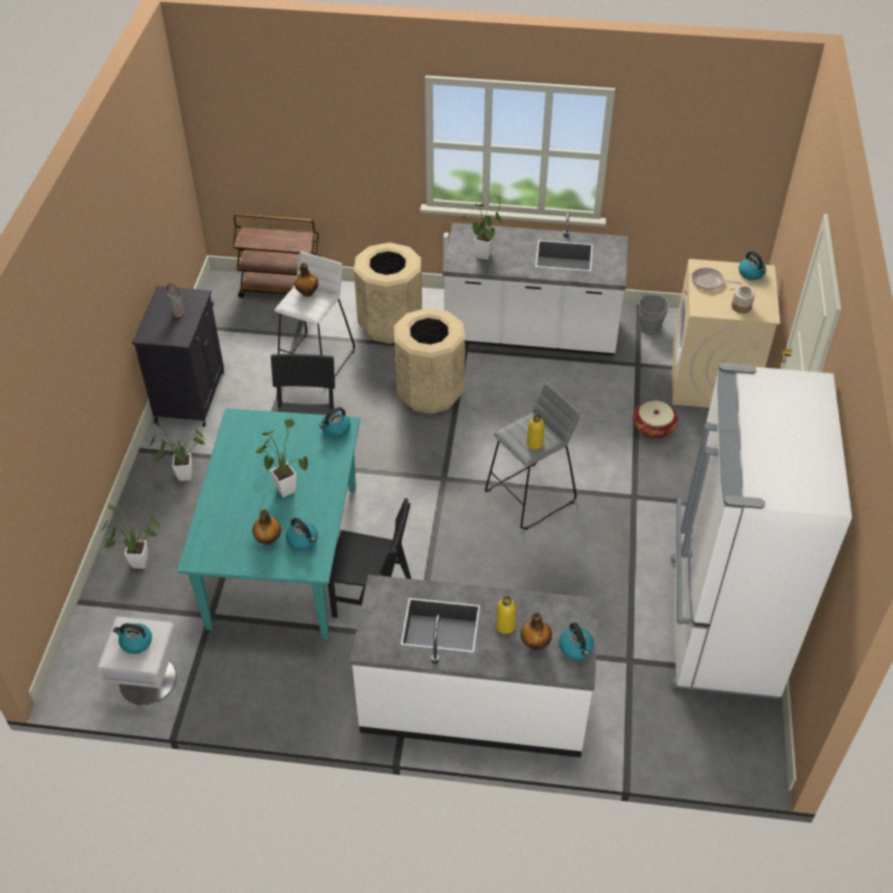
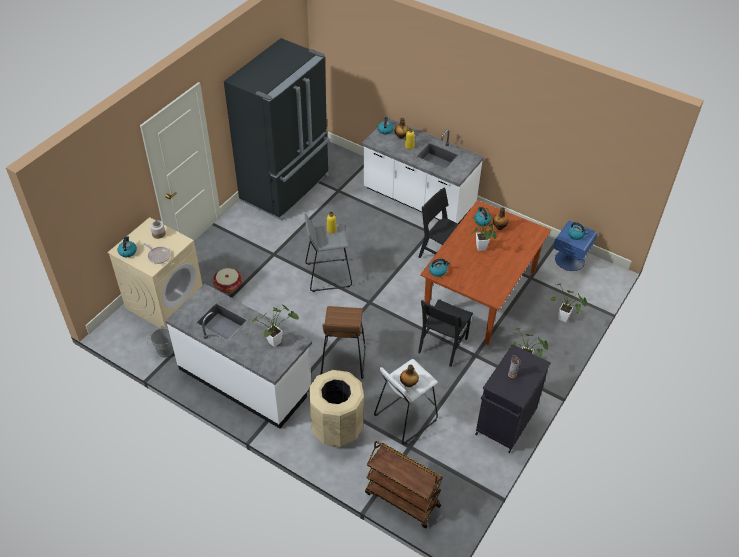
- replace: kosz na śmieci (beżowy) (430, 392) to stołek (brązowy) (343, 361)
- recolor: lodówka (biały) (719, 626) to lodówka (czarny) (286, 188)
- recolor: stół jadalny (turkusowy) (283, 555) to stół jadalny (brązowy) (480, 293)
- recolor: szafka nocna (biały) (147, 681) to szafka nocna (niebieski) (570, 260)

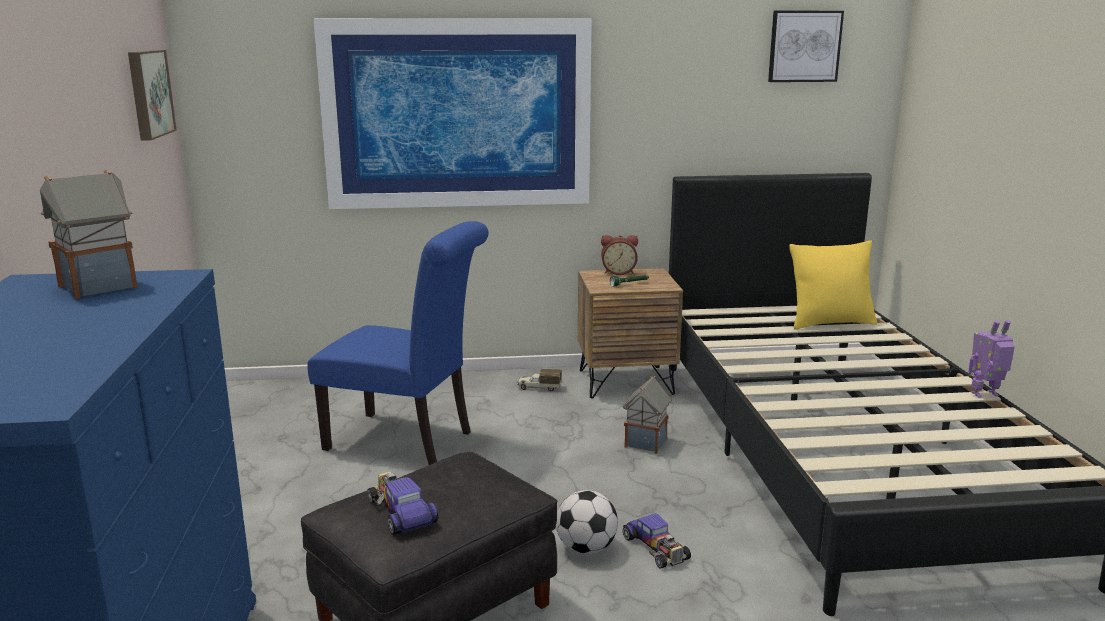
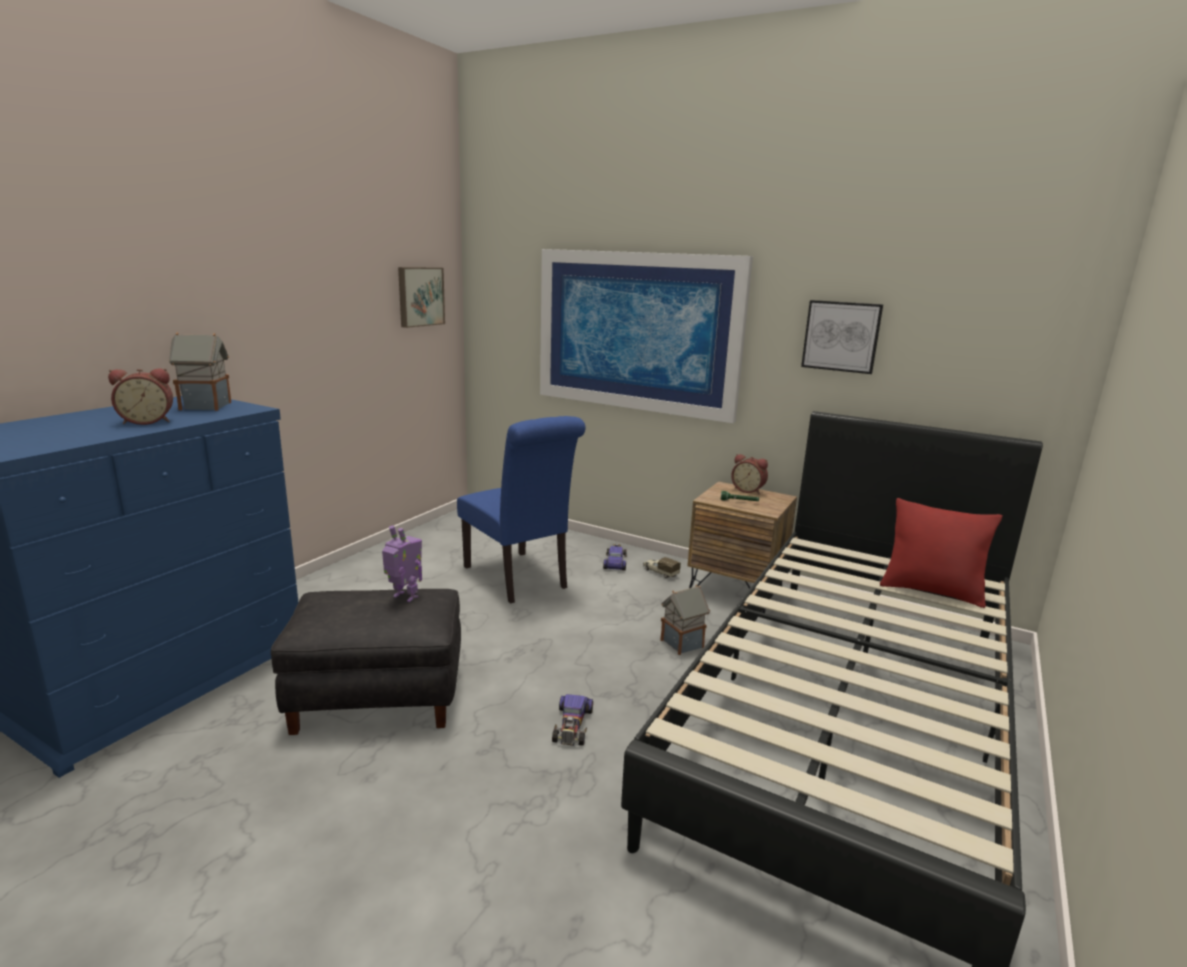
- move: obraz (804, 46) to (841, 336)
- recolor: poduszka (żółty) (830, 323) to poduszka (czerwony) (931, 591)
- move: robot zabawkowy (985, 394) to (404, 597)
- move: samochodzik (401, 512) to (615, 562)
- delete: piłka futbolowa (586, 548)
- insert: budzik (147, 421)

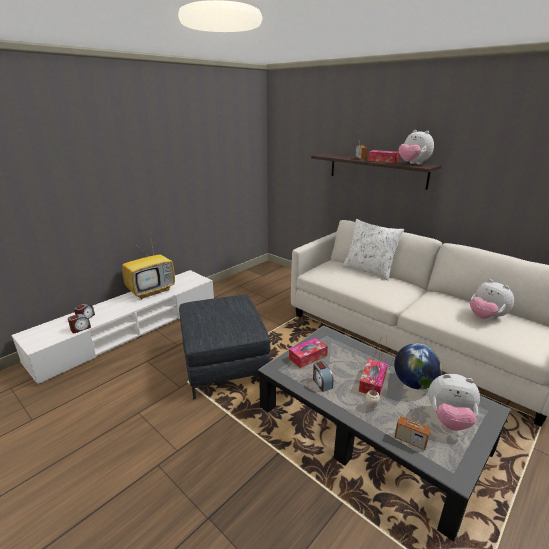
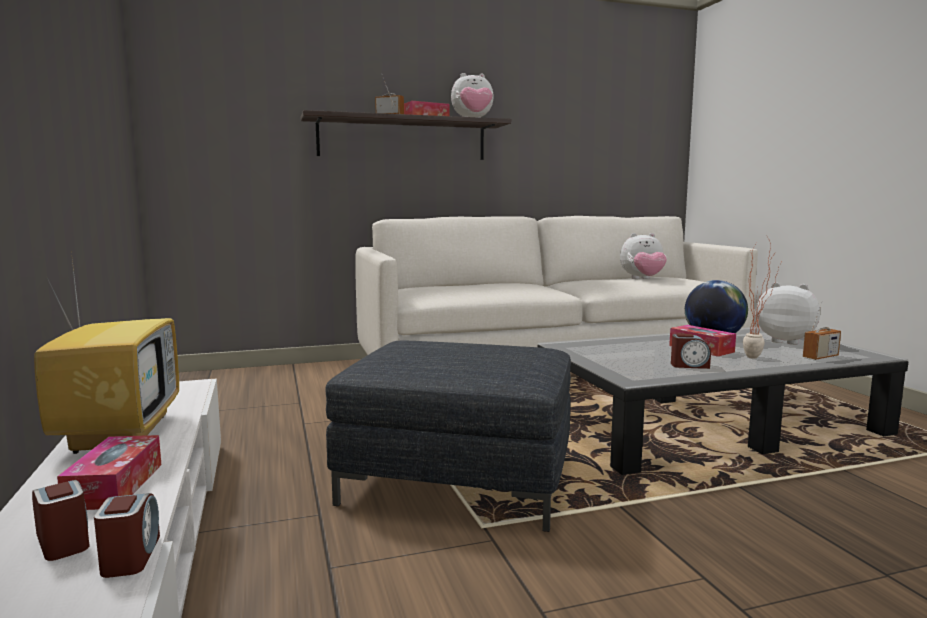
- delete: poduszka (biały) (369, 270)
- move: pudełko chusteczek (308, 357) to (115, 486)
- rotate: pluszak (449, 419) = (785, 341) 105 degrees counterclockwise

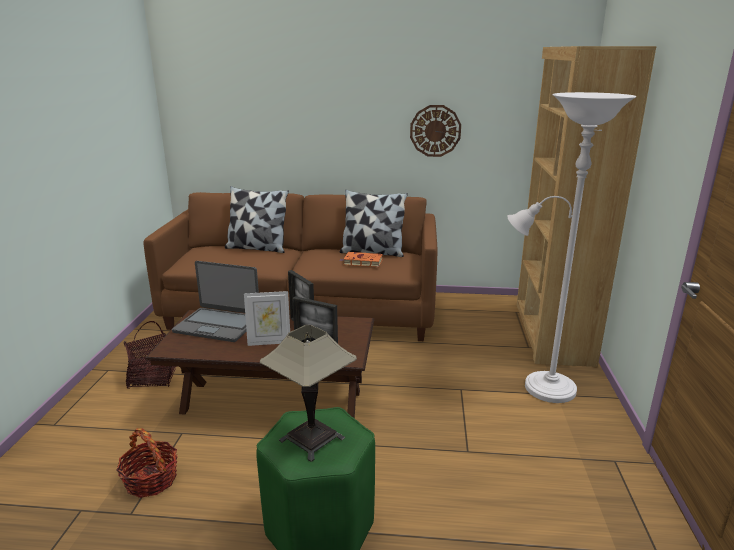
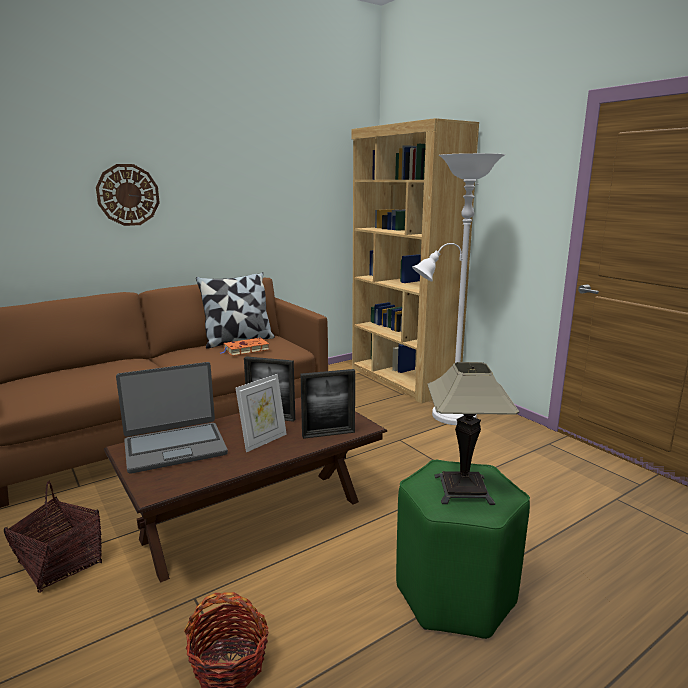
- move: zegar ścienny (435, 131) to (128, 195)
- delete: poduszka (257, 248)

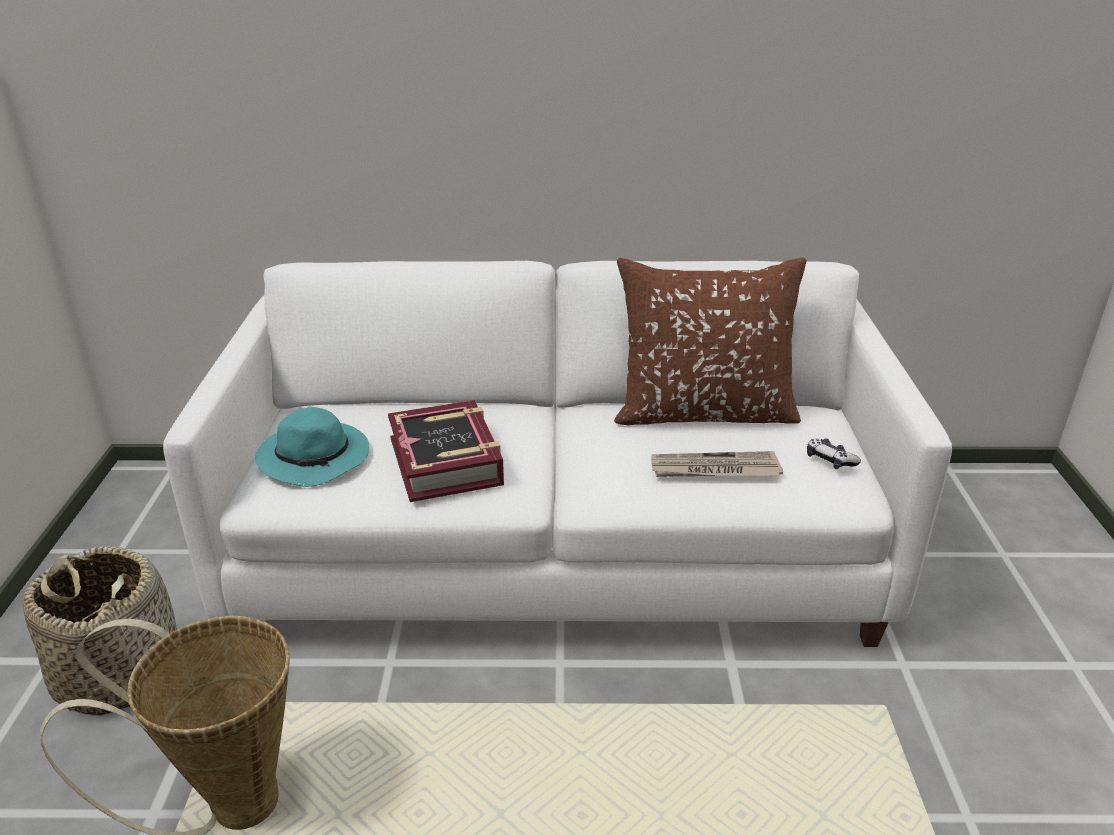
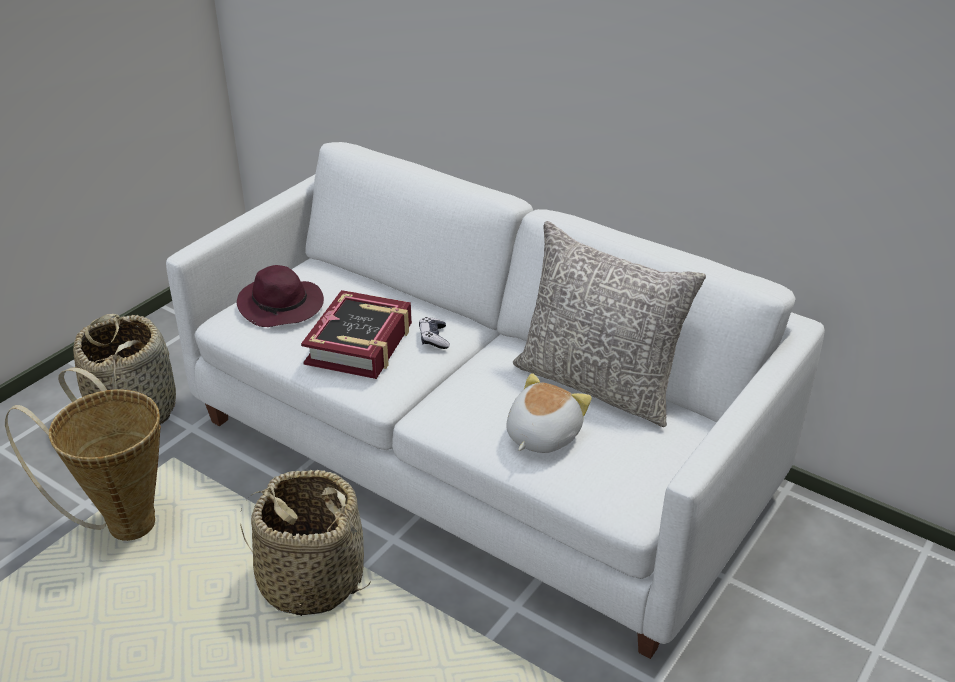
- recolor: poduszka (brązowy) (703, 412) to poduszka (szary) (598, 384)
- recolor: kapelusz (turkusowy) (316, 458) to kapelusz (fioletowy) (282, 306)
- move: pad do gier (830, 460) to (434, 338)
- replace: gazeta (714, 470) to pluszak (541, 435)
- insert: koszyk (311, 579)

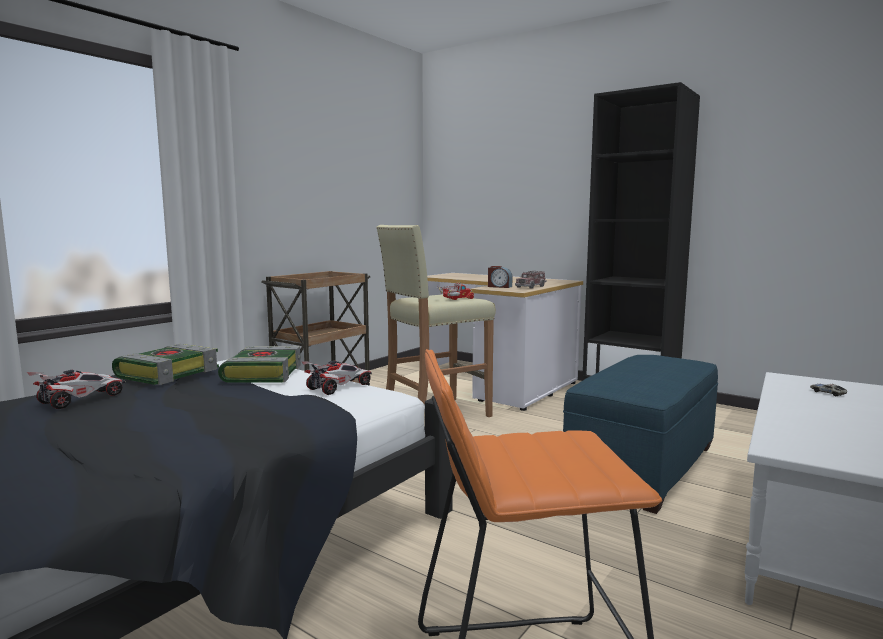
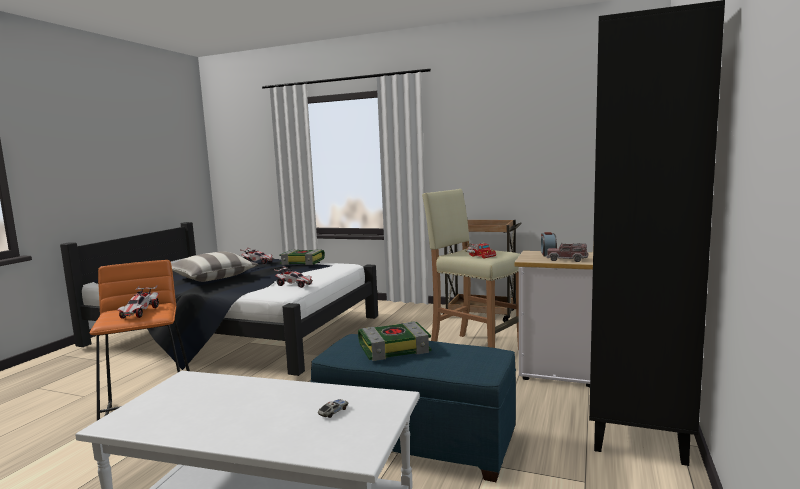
- move: książka (262, 374) to (394, 348)
- insert: poduszka (213, 278)
- insert: samochodzik (140, 312)

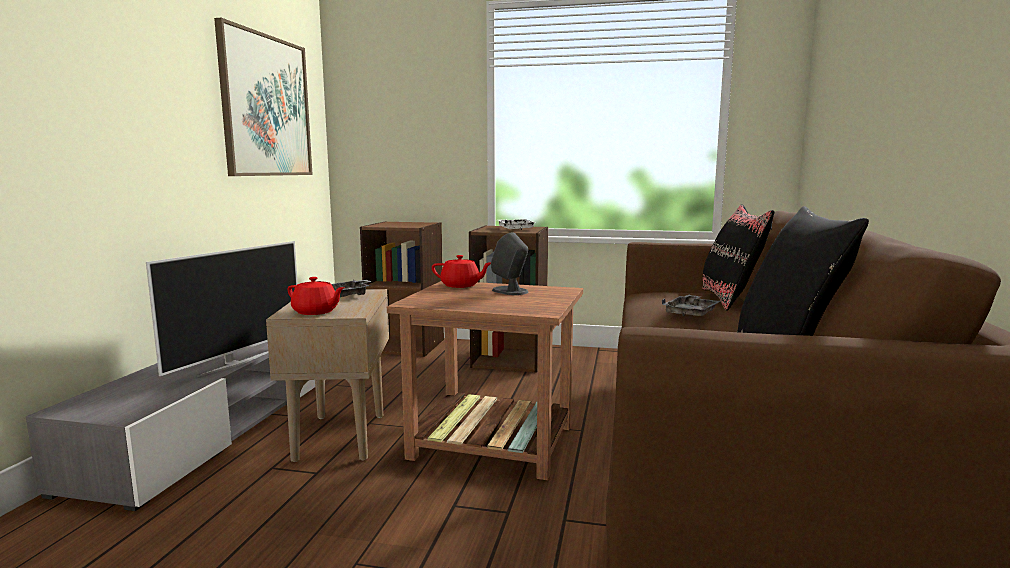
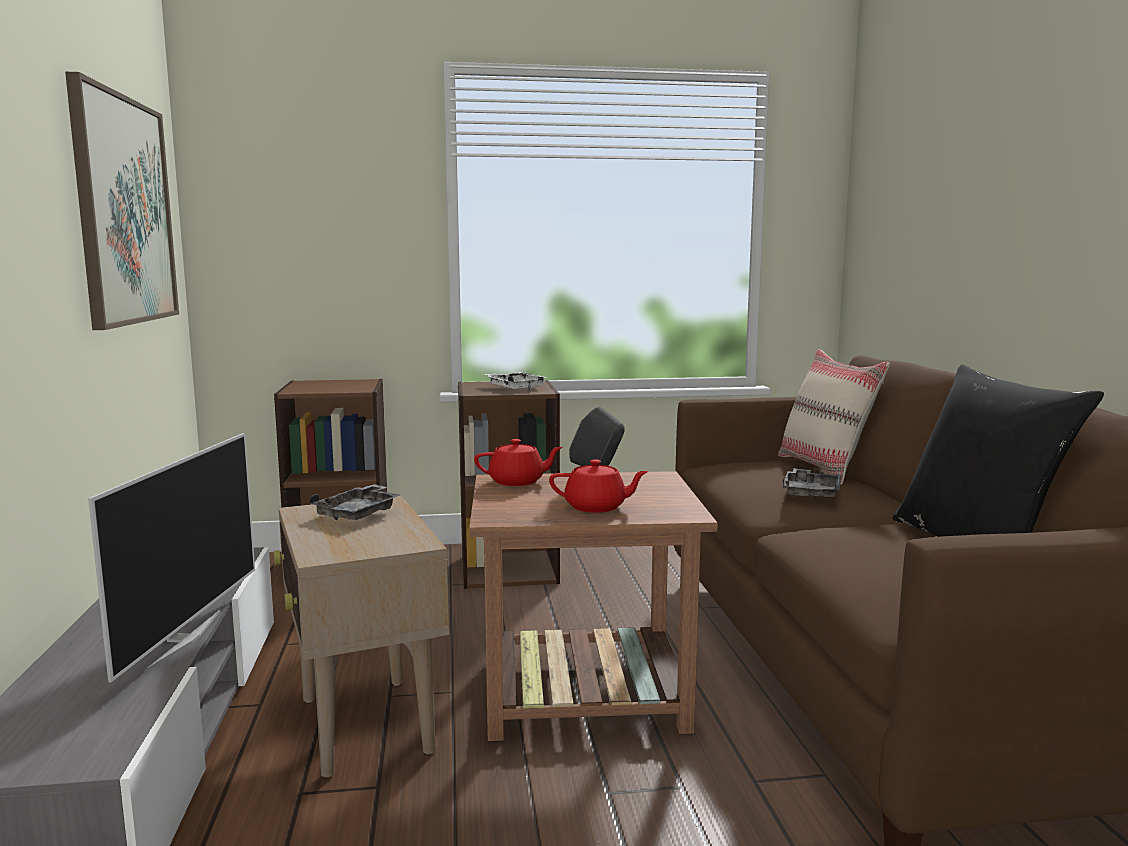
- recolor: poduszka (czarny) (730, 299) to poduszka (beżowy) (825, 468)
- move: imbryk (czerwony) (316, 312) to (596, 507)

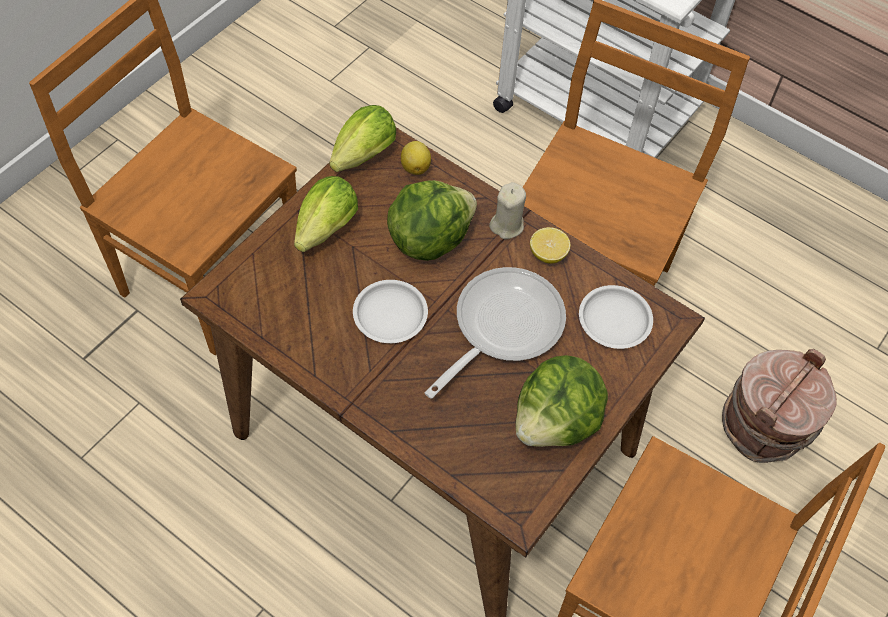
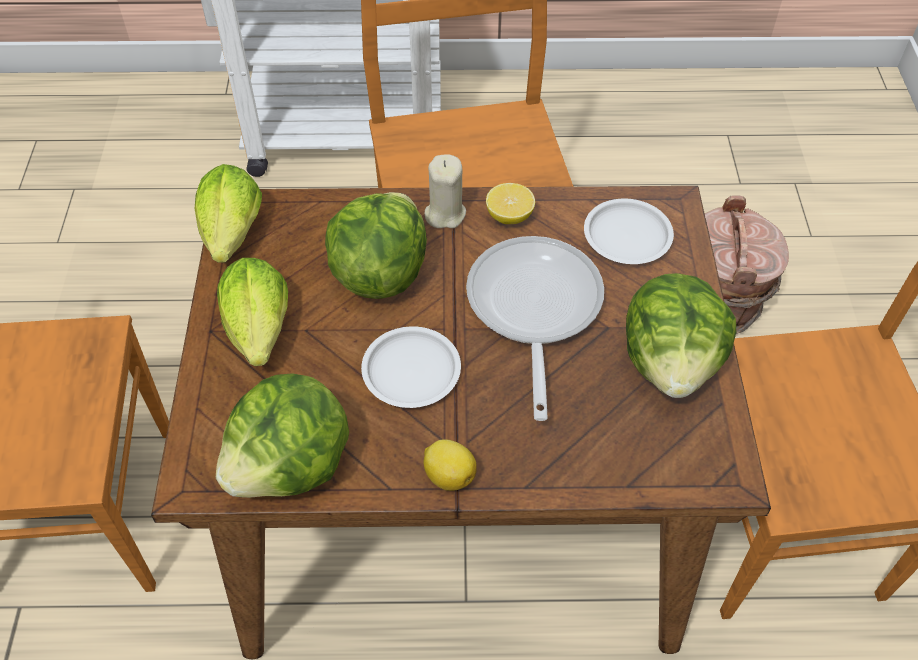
- move: cytryna (415, 166) to (448, 475)
- insert: sałata (292, 466)

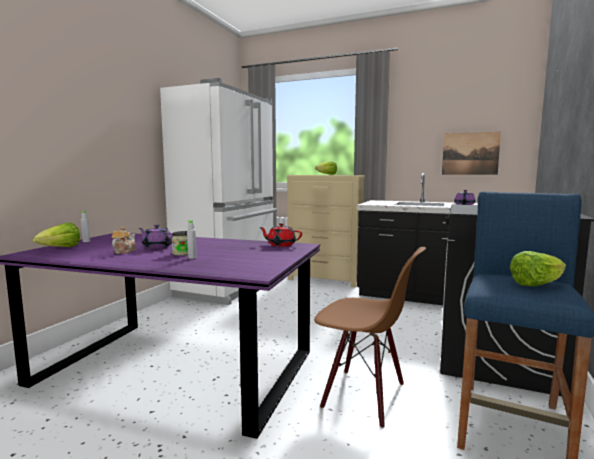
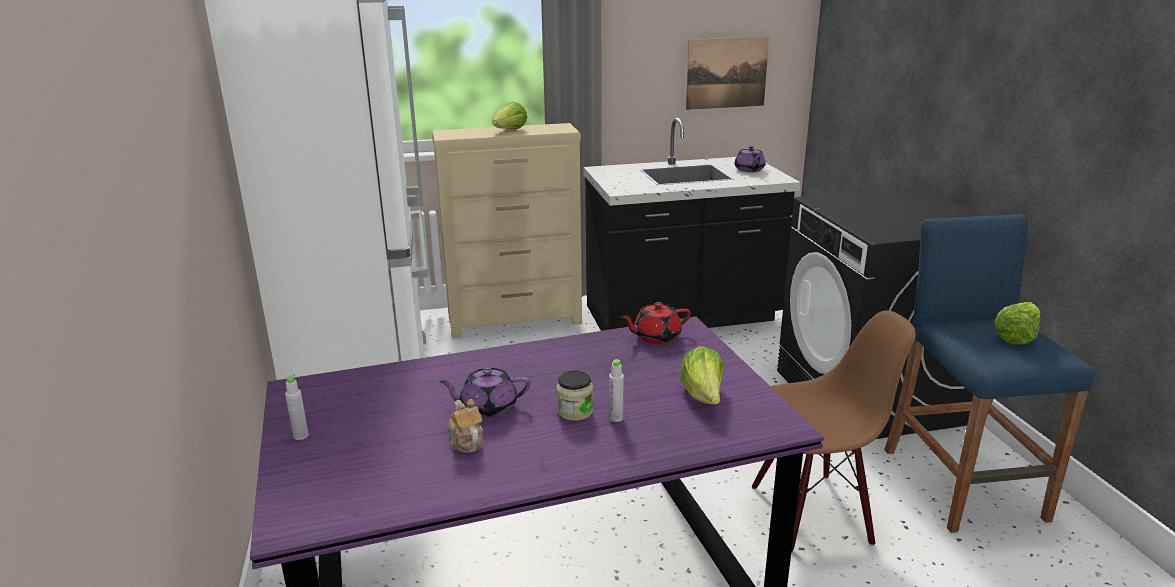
- move: sałata (60, 248) to (703, 397)

